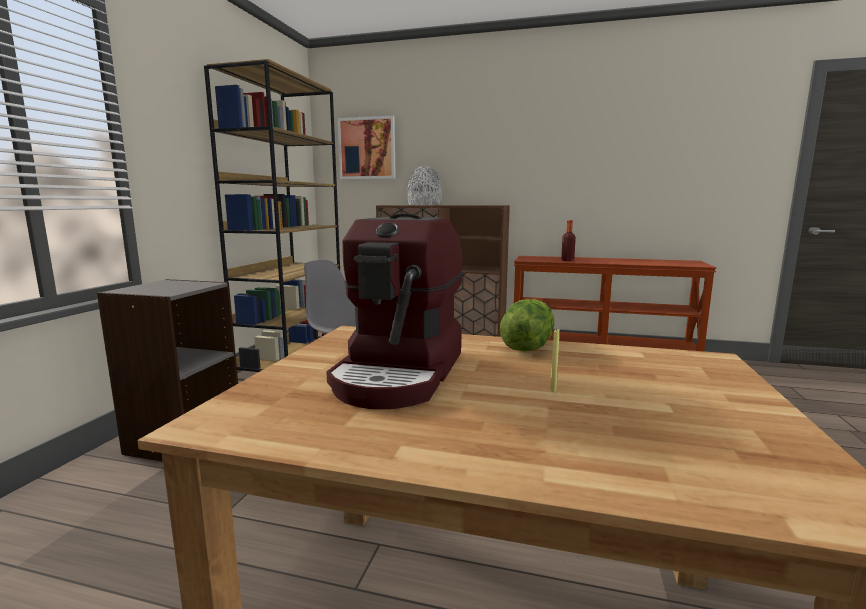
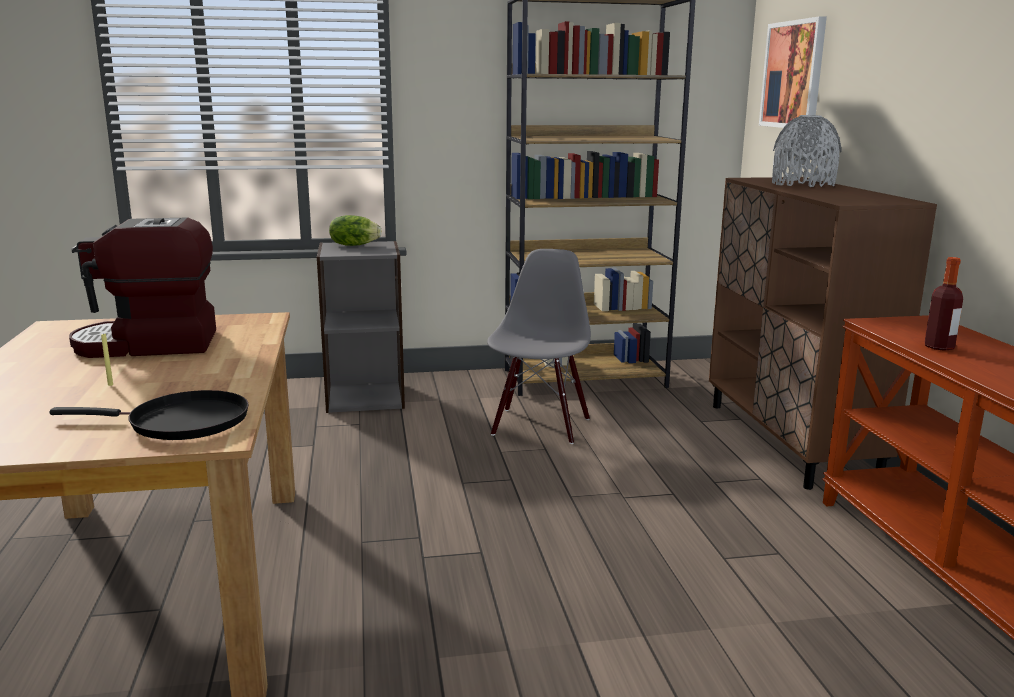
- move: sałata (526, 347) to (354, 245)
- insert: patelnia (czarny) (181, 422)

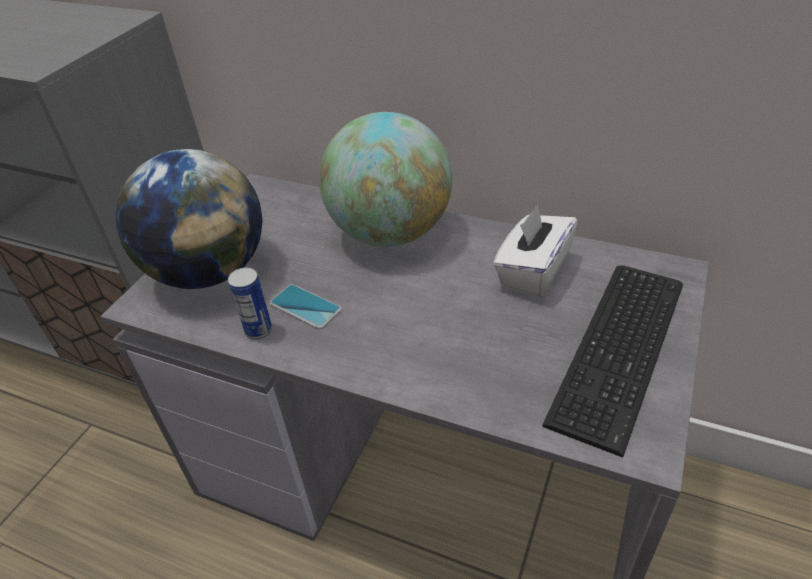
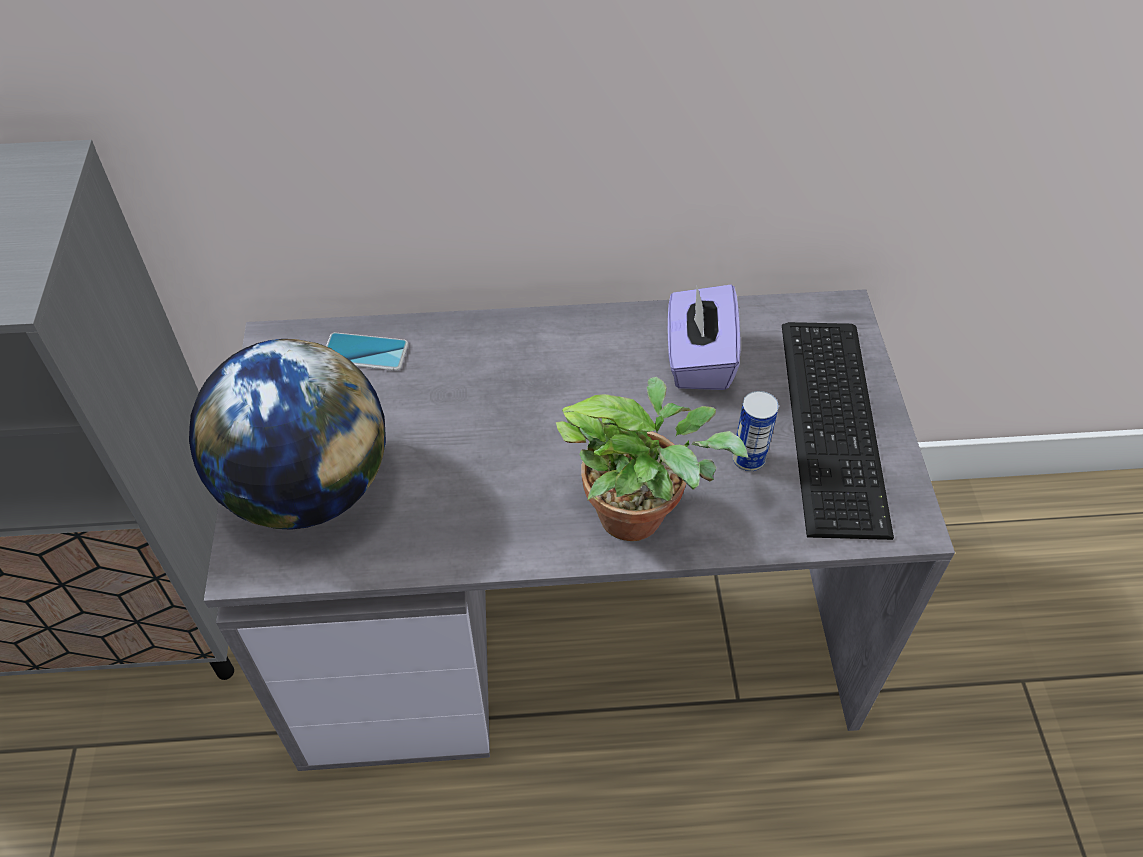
- delete: globus (391, 232)
- recolor: pudełko chusteczek (biały) (532, 272) to pudełko chusteczek (fioletowy) (698, 359)
- move: puszka (258, 330) to (748, 459)
- move: telefon (305, 307) to (365, 352)
- insert: roślina doniczkowa (640, 514)

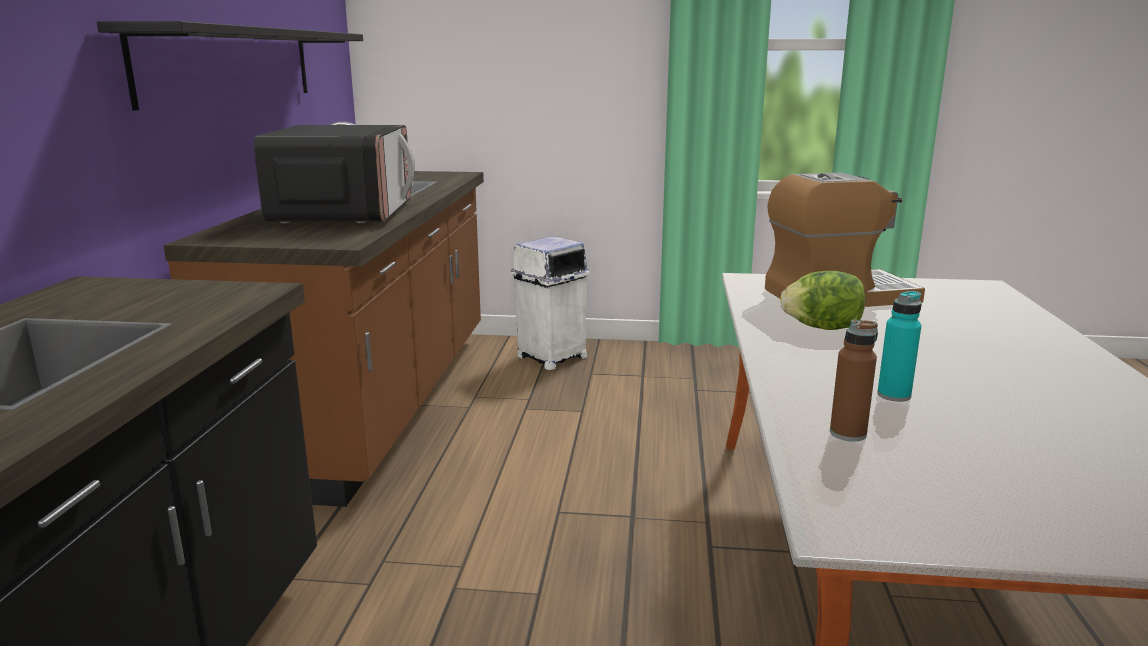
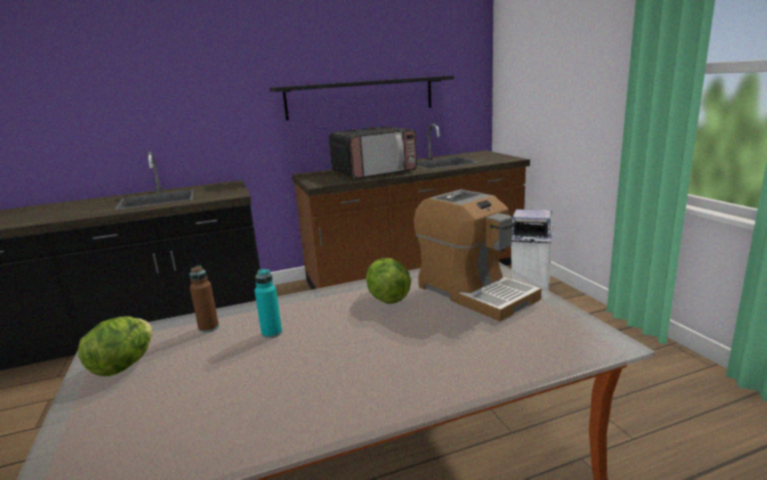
- insert: sałata (123, 366)

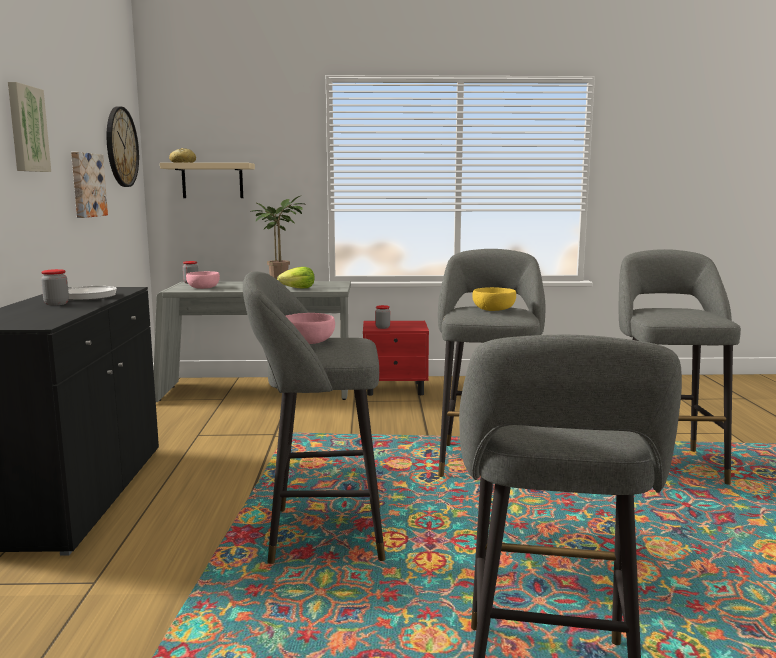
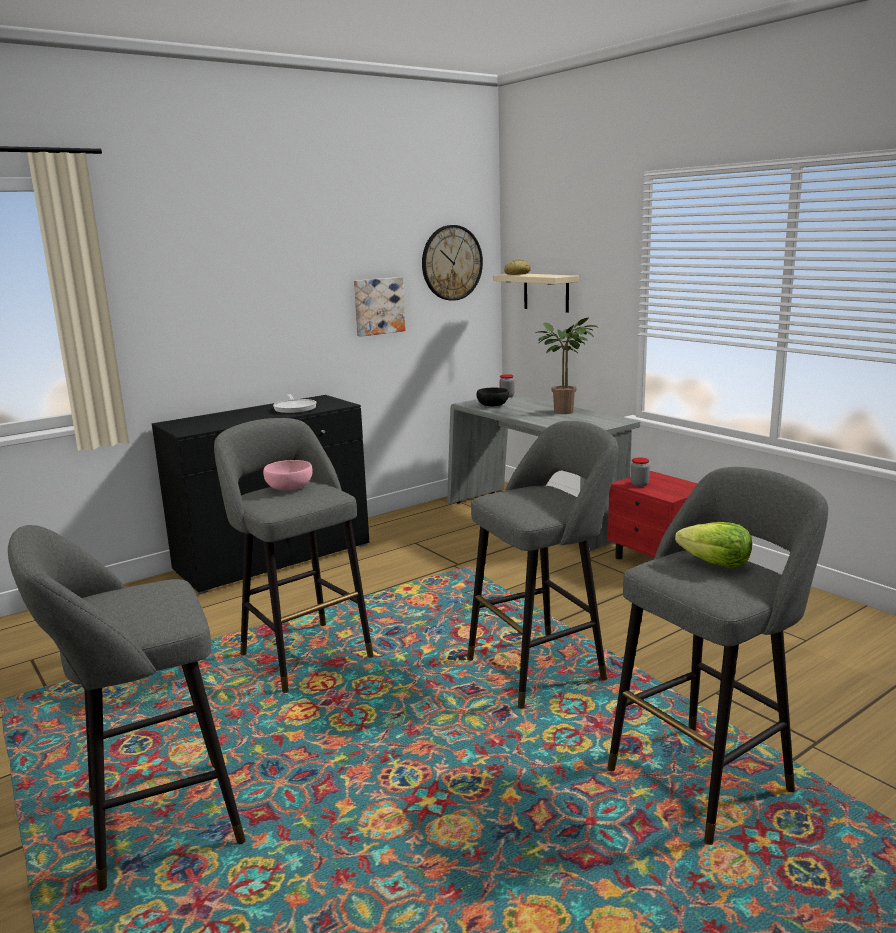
- delete: obraz (26, 129)
- move: sałata (298, 288) to (715, 563)
- delete: słoik (56, 304)
- recolor: miska (różowy) (203, 288) to miska (czarny) (492, 405)
- delete: miska (żółty) (494, 310)

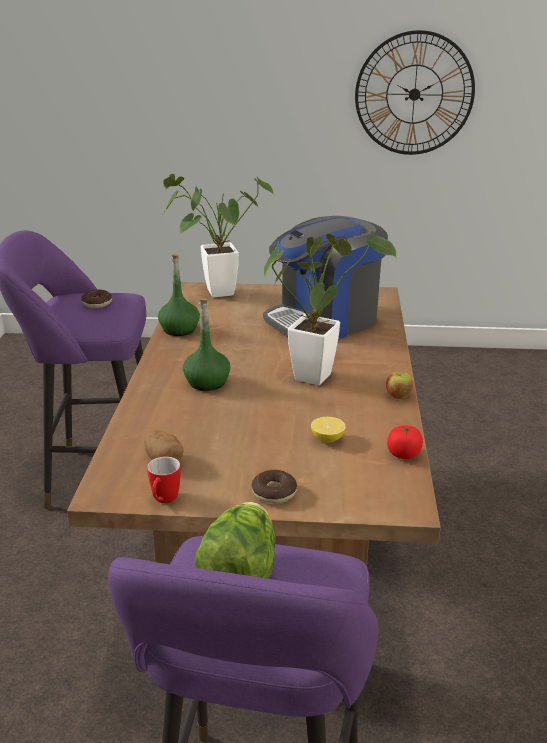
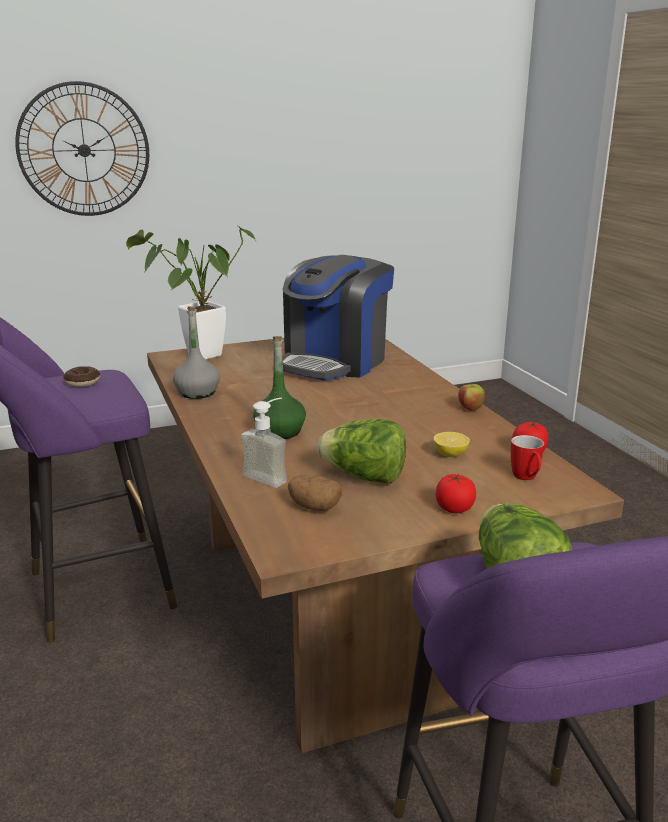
- move: zegar ścienny (414, 94) to (84, 150)
- delete: roślina doniczkowa (317, 373)
- recolor: butelka (zielony) (179, 329) to butelka (szary) (197, 392)
- move: kubek (163, 501) to (526, 478)
- replace: donut (274, 493) to pomidor (454, 508)
- insert: dozownik mydła (271, 475)
- insert: sałata (364, 477)

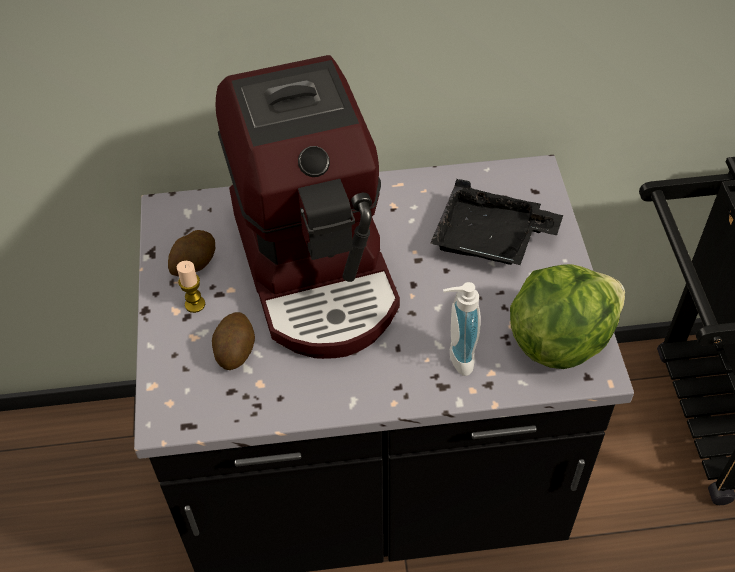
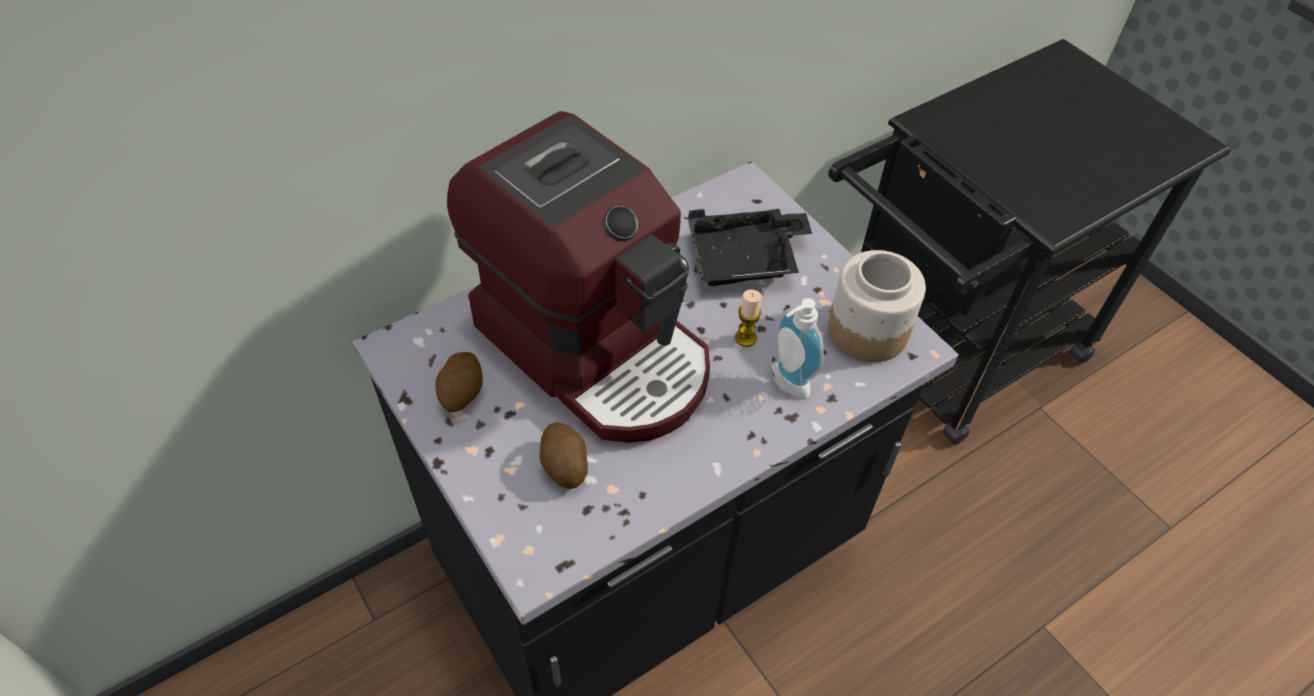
- move: świeca (195, 304) to (745, 338)
- replace: sałata (559, 339) to słoik (866, 331)

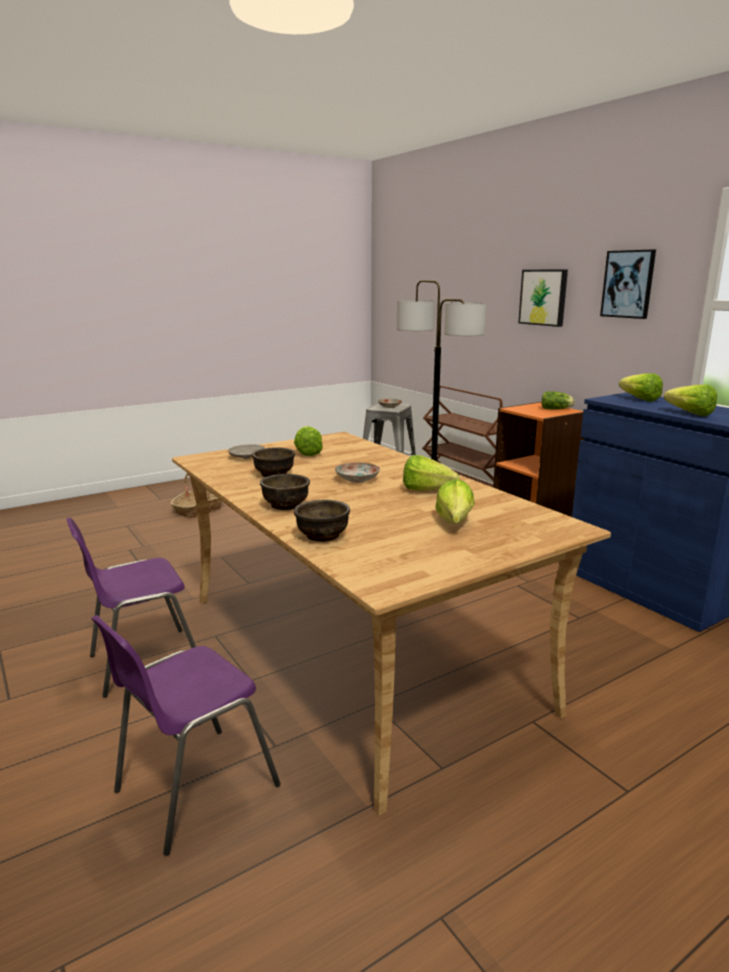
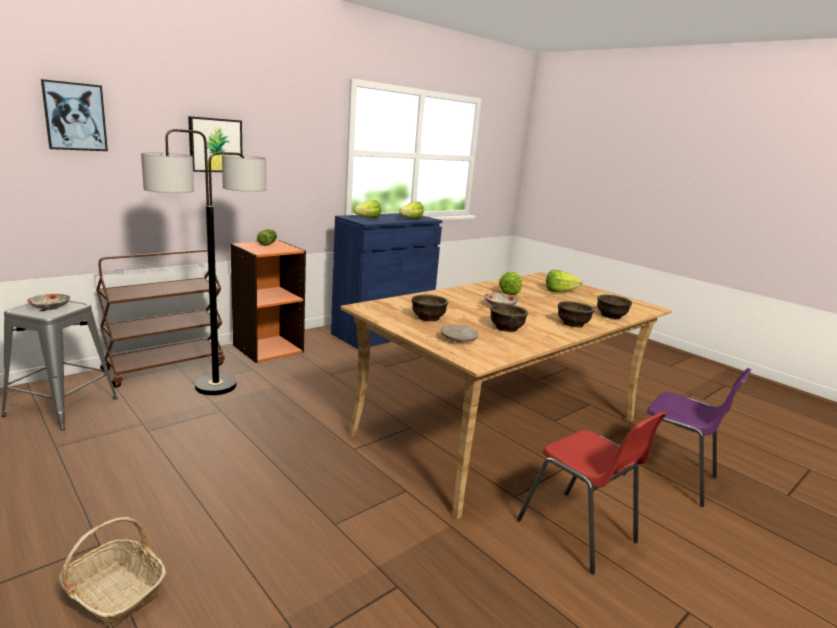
- move: obraz (628, 284) to (75, 116)
- replace: sałata (308, 451) to miska (brązowy) (428, 318)
- recolor: krzesło (fioletowy) (142, 662) to krzesło (czerwony) (579, 532)

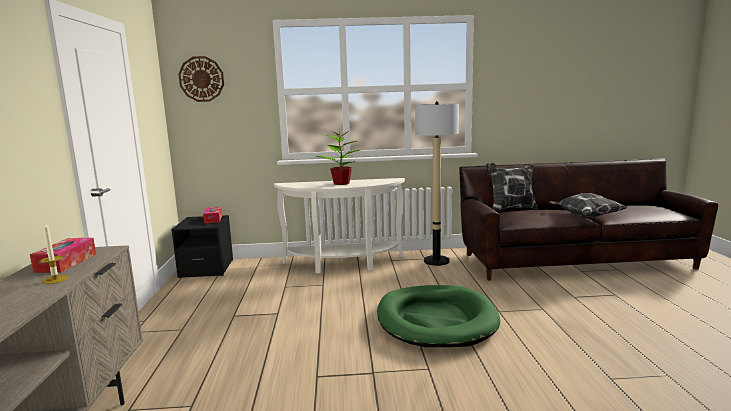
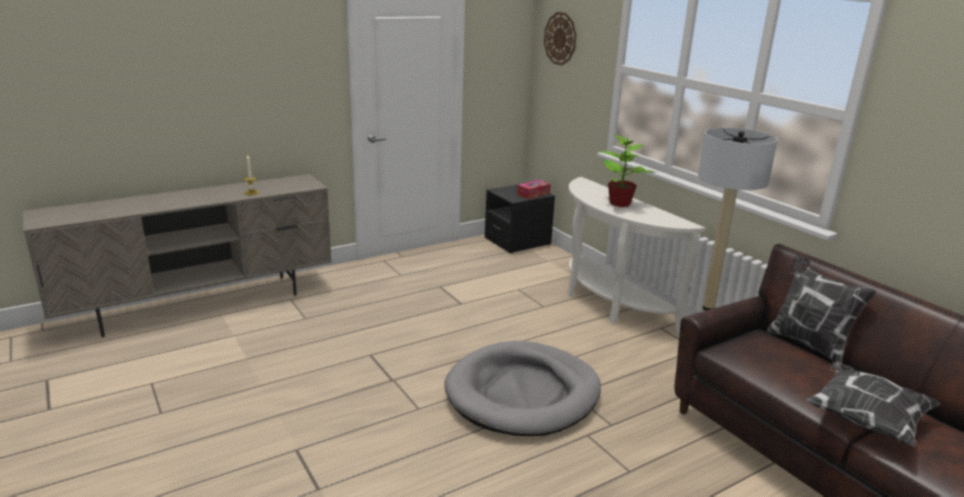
- delete: pudełko chusteczek (66, 263)
- recolor: legowisko (zielony) (436, 320) to legowisko (szary) (523, 393)

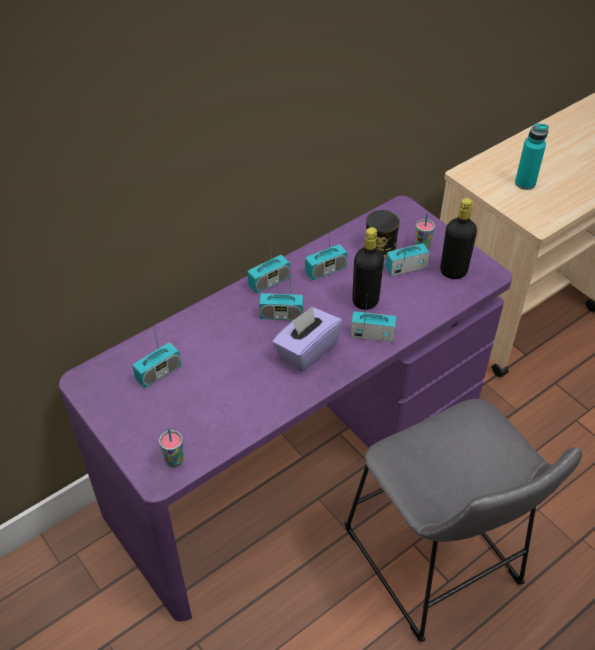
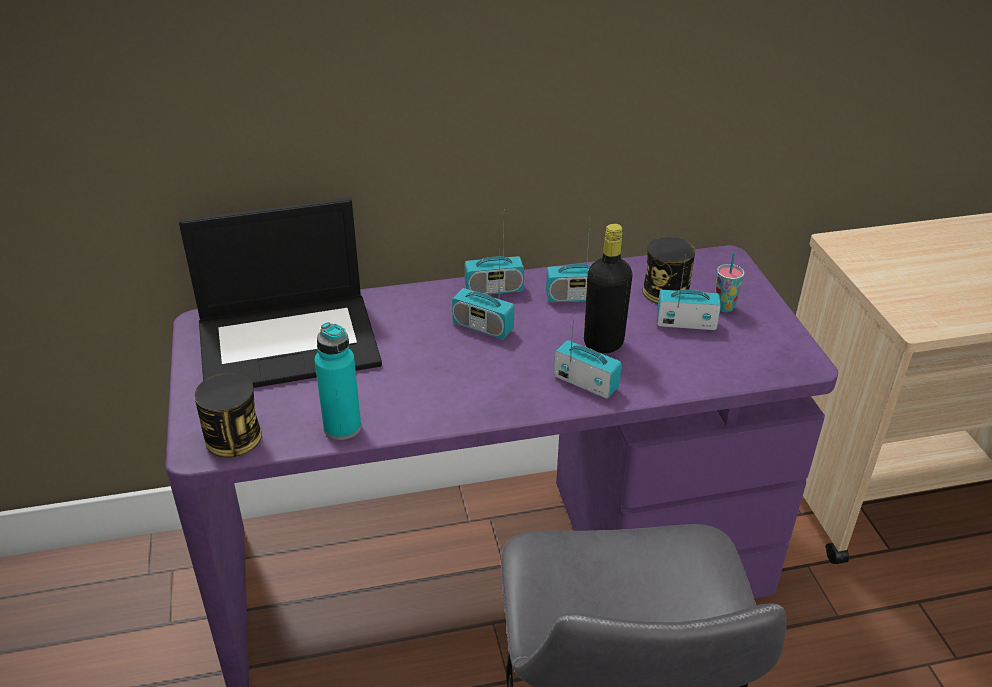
- move: butelka (turkusowy) (525, 183) to (342, 427)
- delete: butelka (czarny) (453, 271)
- delete: pudełko chusteczek (fioletowy) (306, 350)
- replace: radio (158, 373) to laptop (290, 341)
- replace: filiżanka (174, 461) to puszka (233, 437)

